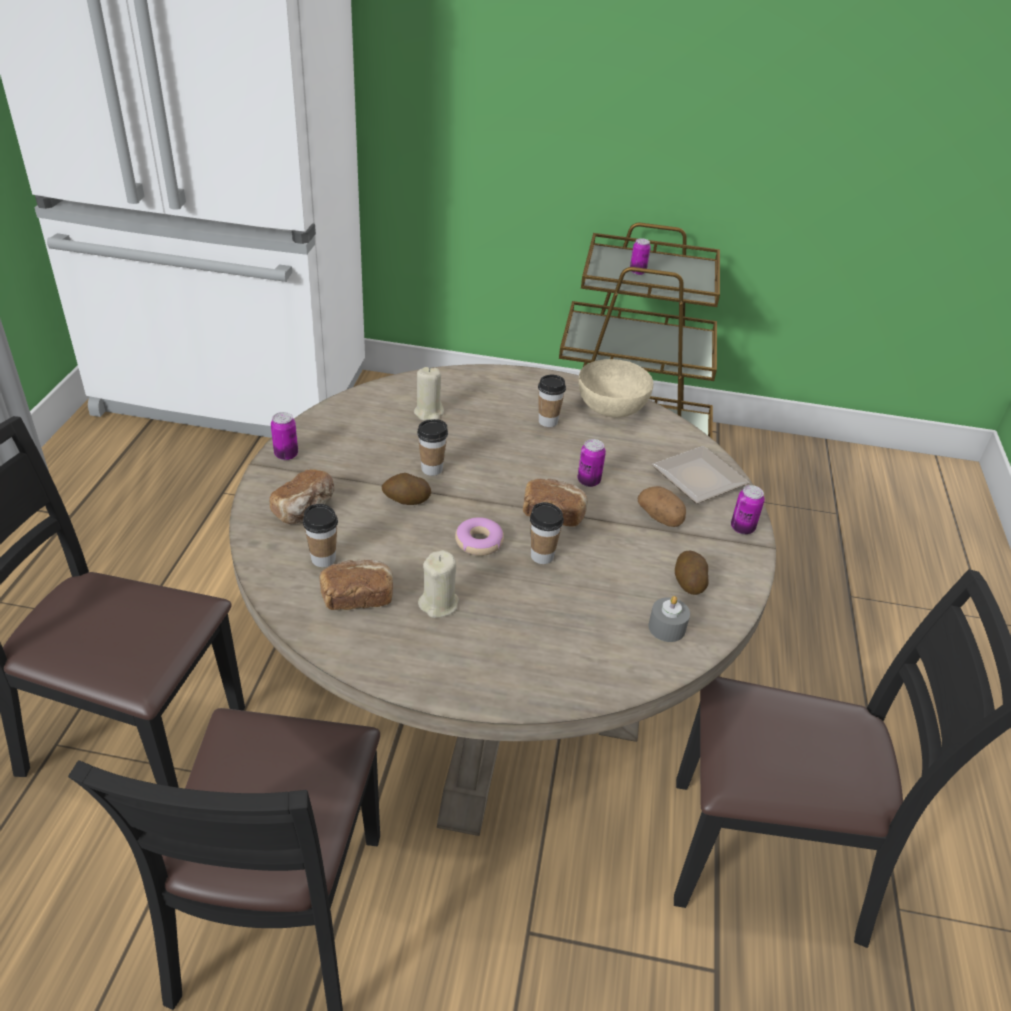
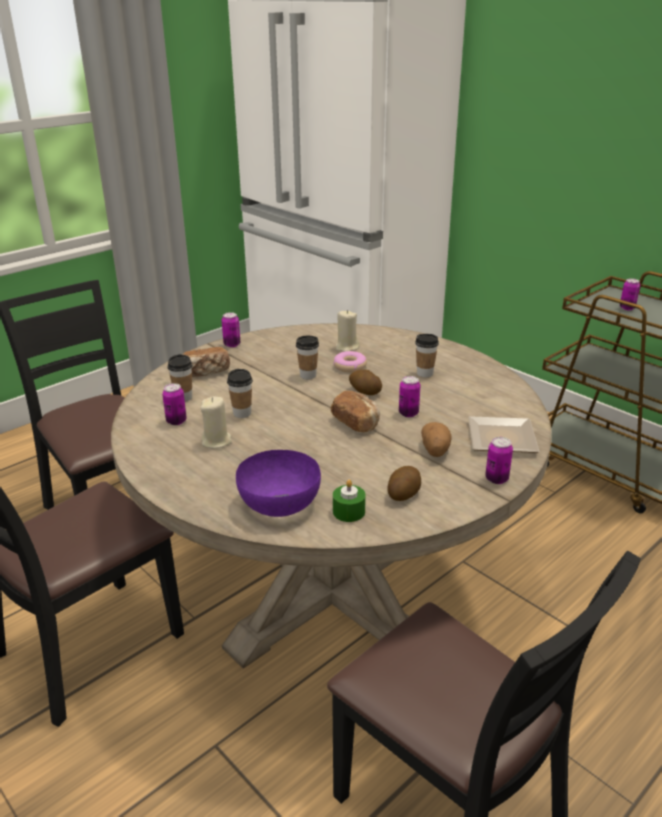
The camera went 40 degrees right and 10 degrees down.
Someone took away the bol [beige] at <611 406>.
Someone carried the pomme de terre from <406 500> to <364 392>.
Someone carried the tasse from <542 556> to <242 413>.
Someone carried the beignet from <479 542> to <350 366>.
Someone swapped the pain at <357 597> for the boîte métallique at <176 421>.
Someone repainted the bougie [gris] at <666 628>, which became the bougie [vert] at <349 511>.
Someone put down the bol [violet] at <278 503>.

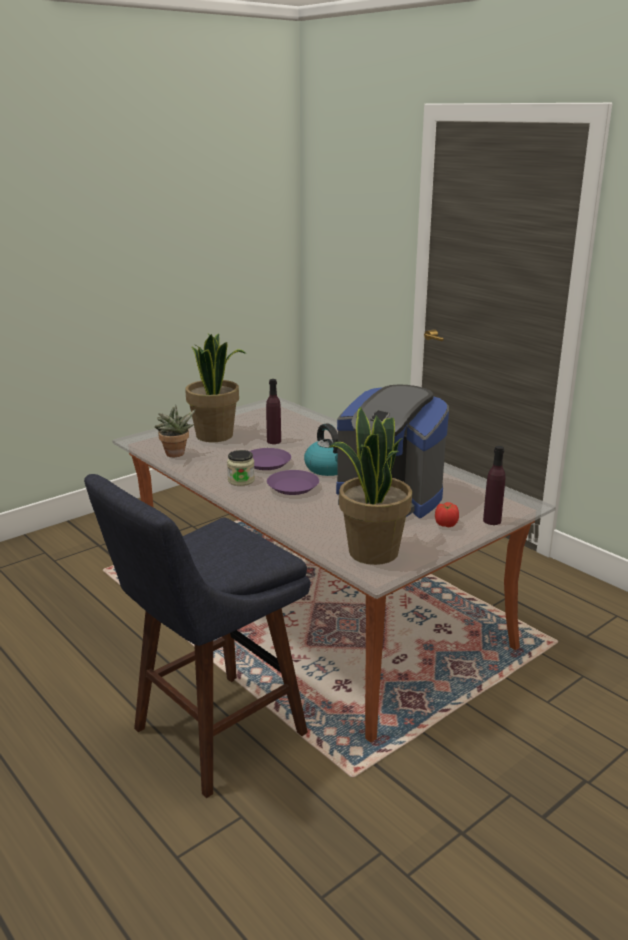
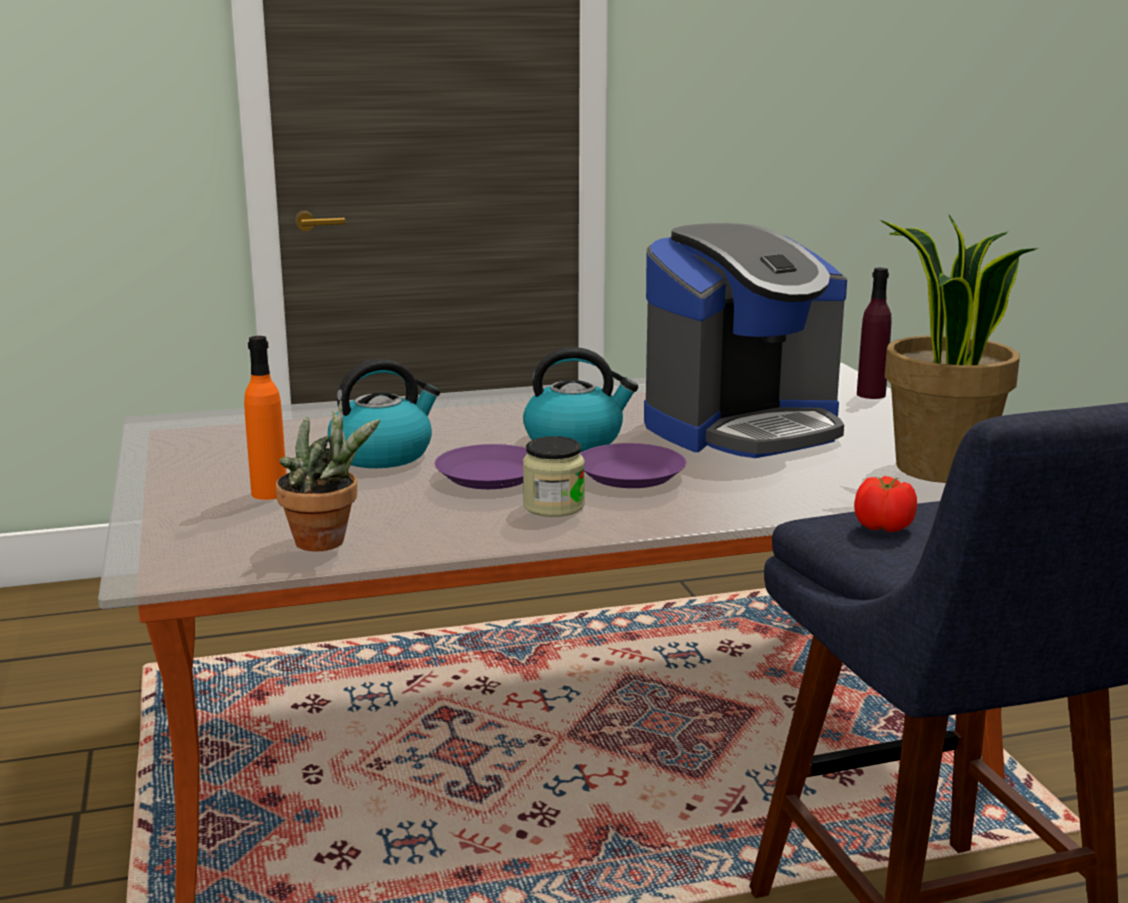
The camera went 65 degrees left and 5 degrees down.
Someone swapped the plante en pot at <215 435> for the bouteille [orange] at <269 493>.
Someone swapped the bouteille [violet] at <274 441> for the bouilloire at <383 454>.
Someone carried the tomate from <445 524> to <884 528>.

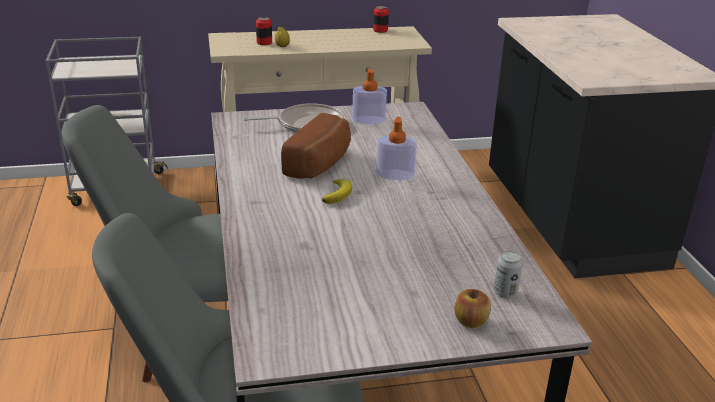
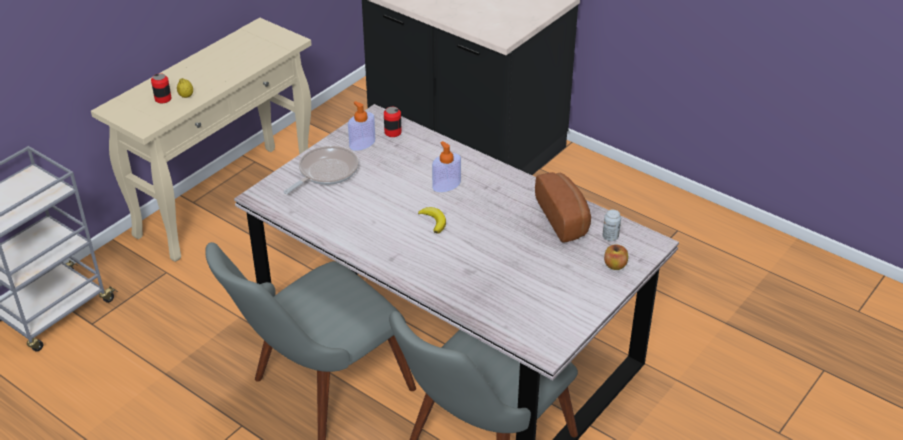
The camera went 40 degrees left and 10 degrees up.
Someone carried the boîte métallique from <380 30> to <393 132>.
Someone carried the pain from <321 164> to <565 218>.

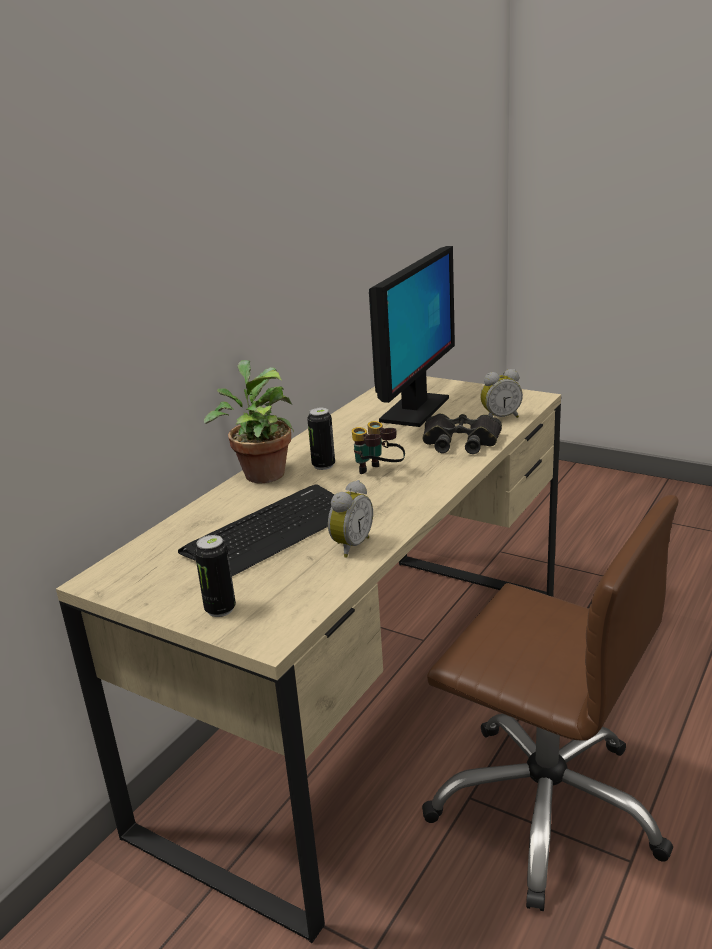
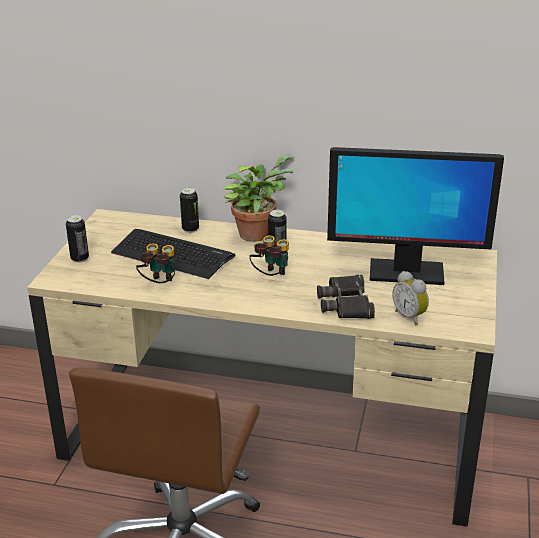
The camera went 70 degrees right and 5 degrees up.
Someone swapped the réveil at <350 546> for the jumelles at <159 285>.
Someone put down the boîte métallique at <190 229>.

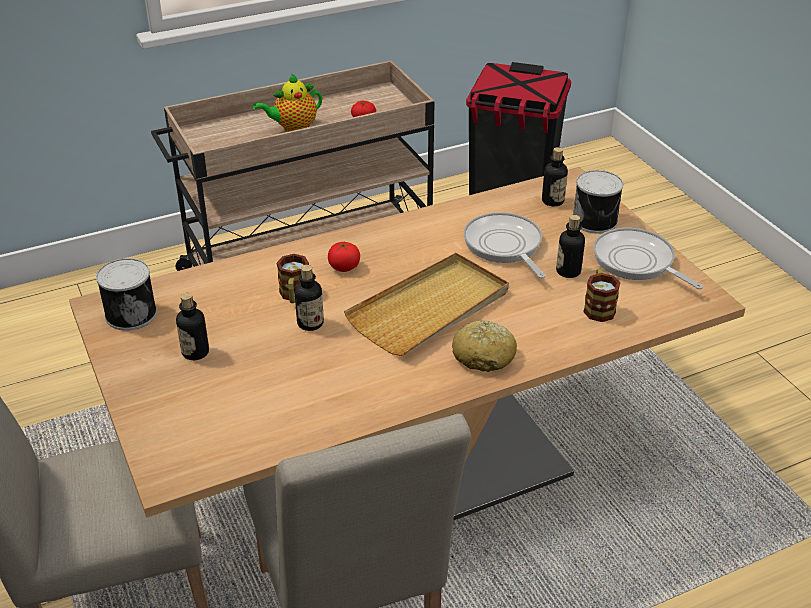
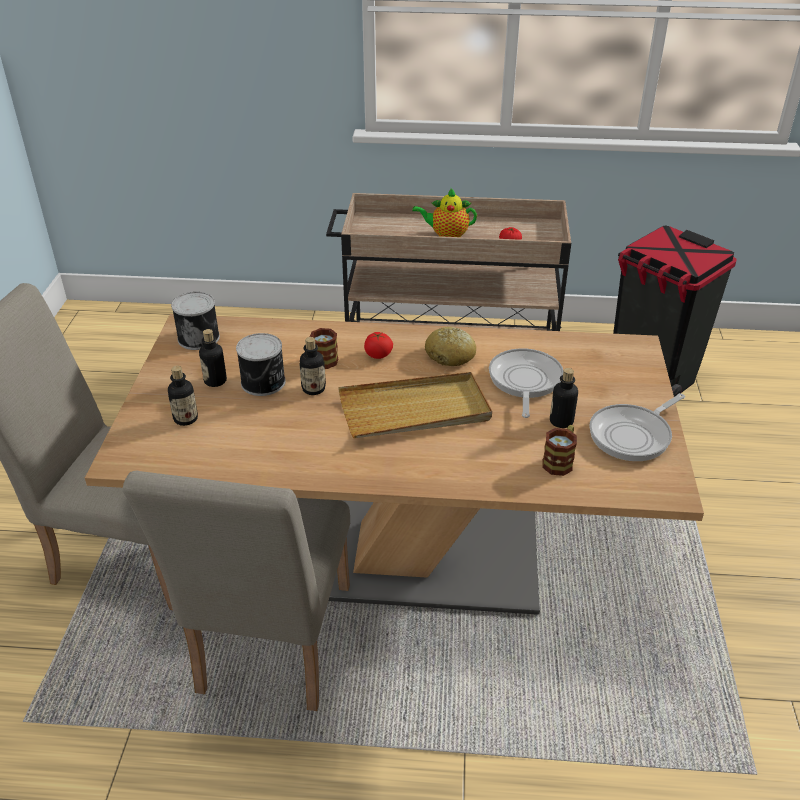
The camera went 30 degrees right and 0 degrees up.
Someone carried the bouteille from <552 201> to <186 419>.
Someone carried the boîte métallique from <596 221> to <264 383>.
Someone rotated the poêle at <637 262> by 120 degrees counterclockwise.
Someone carried the pain from <484 356> to <450 355>.

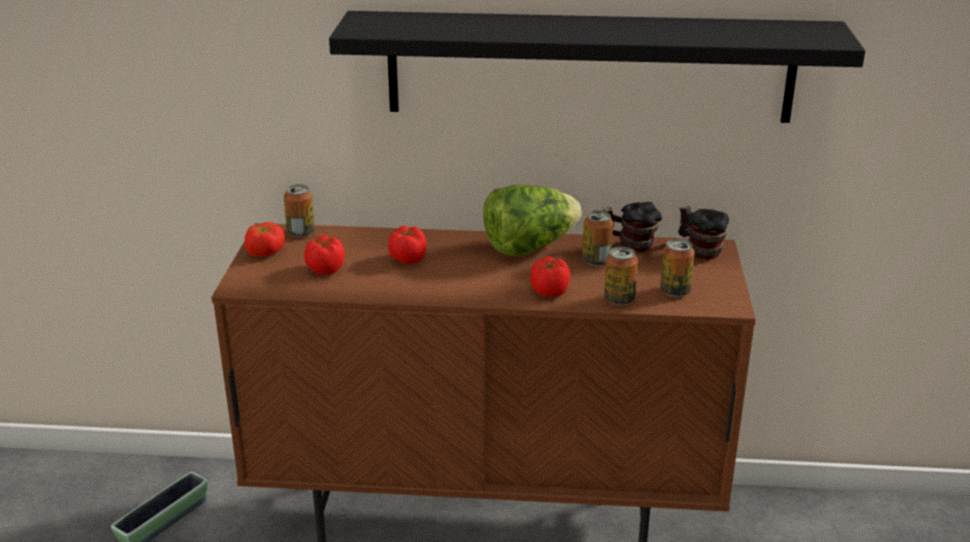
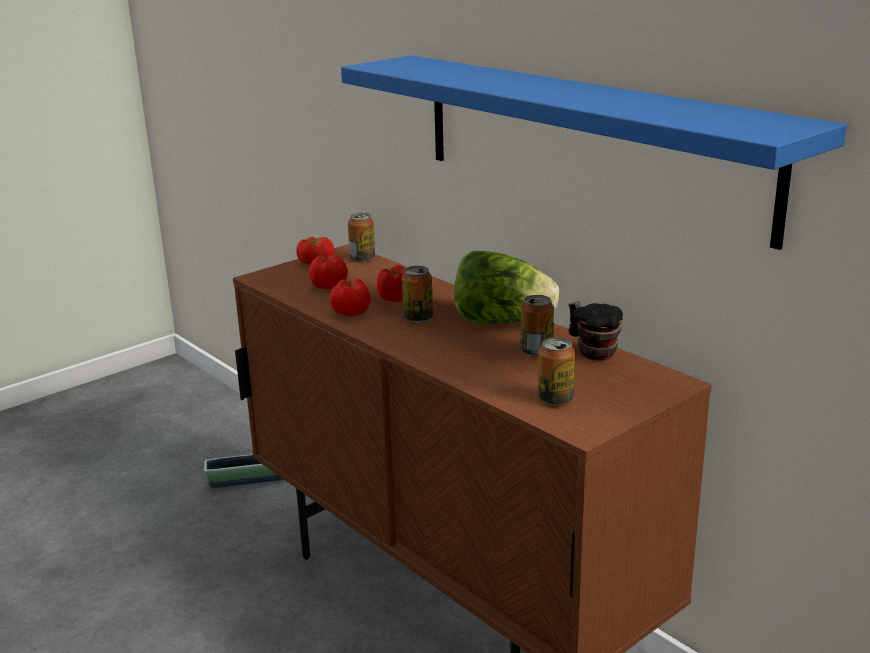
The camera went 45 degrees right and 5 degrees down.
Someone repainted the étagère [noir] at <589 66>, which became the étagère [bleu] at <585 141>.
Someone took away the mug at <699 250>.
Someone carried the boîte métallique from <619 300> to <418 318>.
Someone carried the tomate from <549 292> to <350 312>.

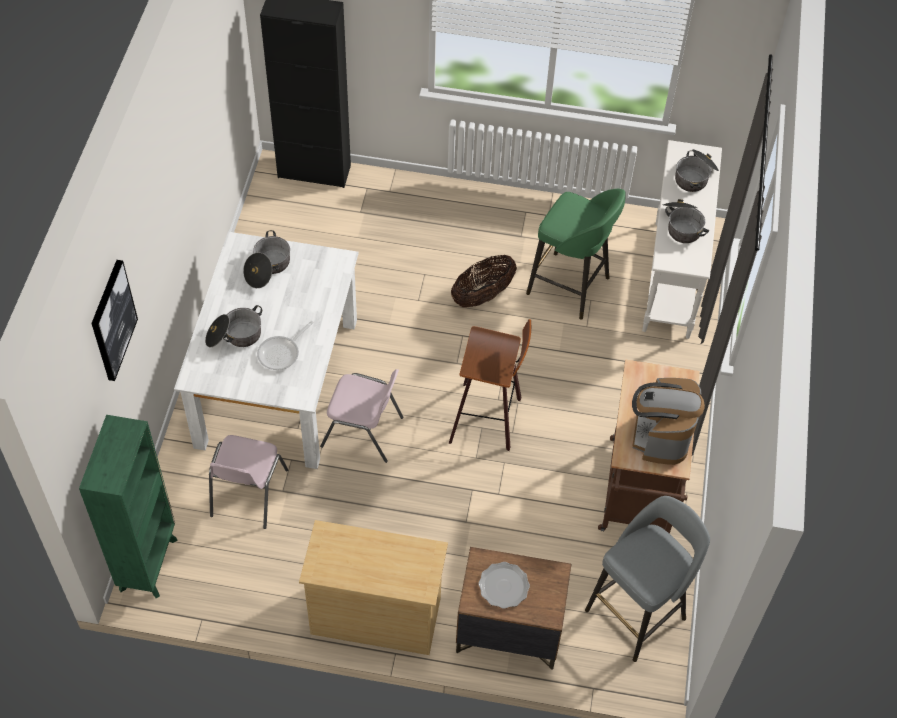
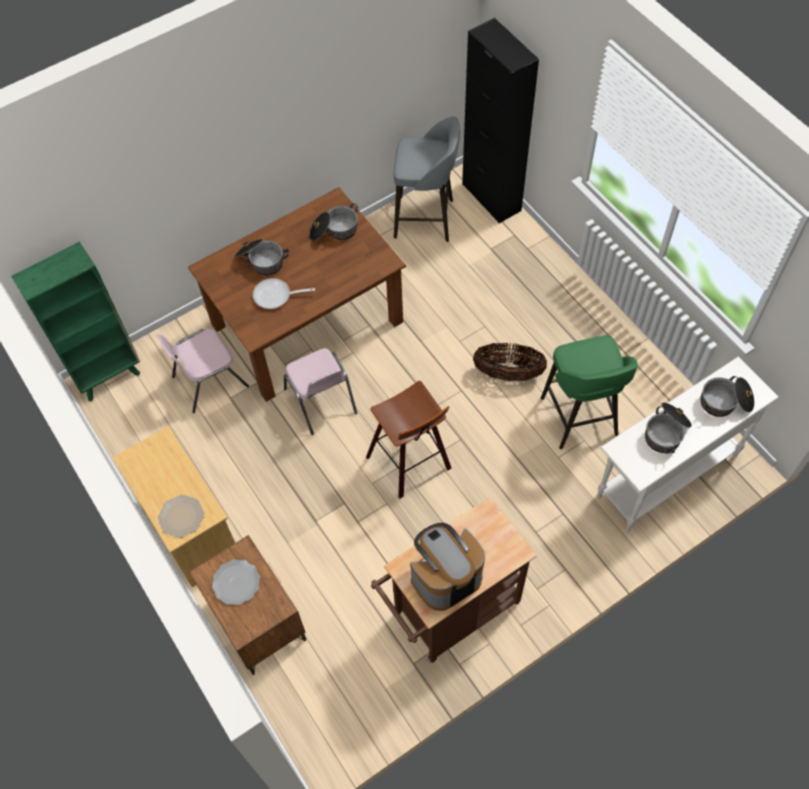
The camera went 50 degrees right and 5 degrees up.
Someone repainted the table à manger [blanc] at <277 381>, which became the table à manger [marron] at <307 322>.
Someone took away the tableau at <112 320>.
Someone carried the tabouret [gris] from <638 613> to <426 219>.
Someone put down the assiette at <181 517>.

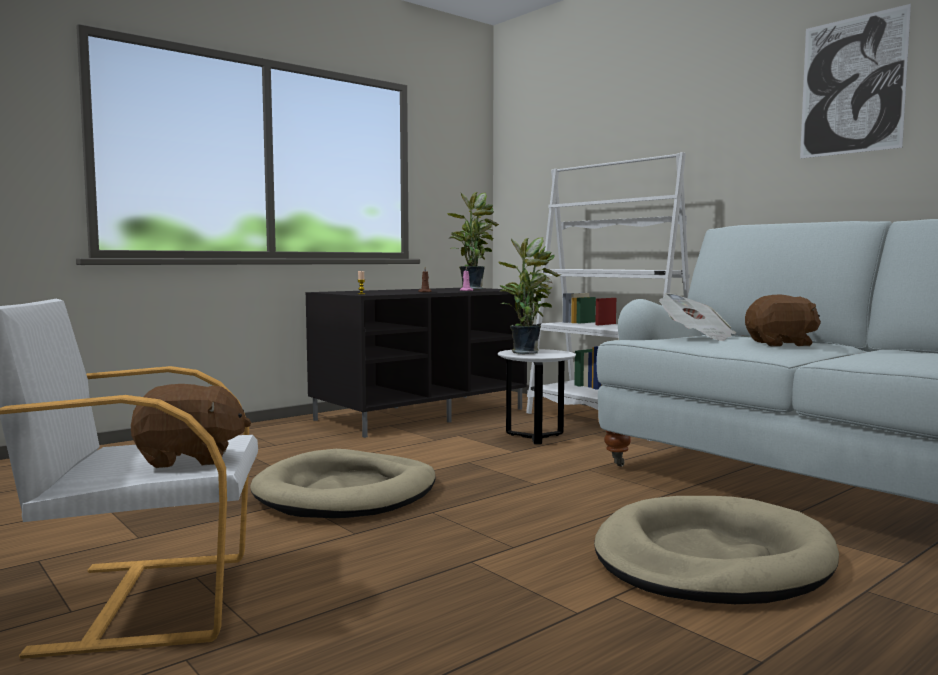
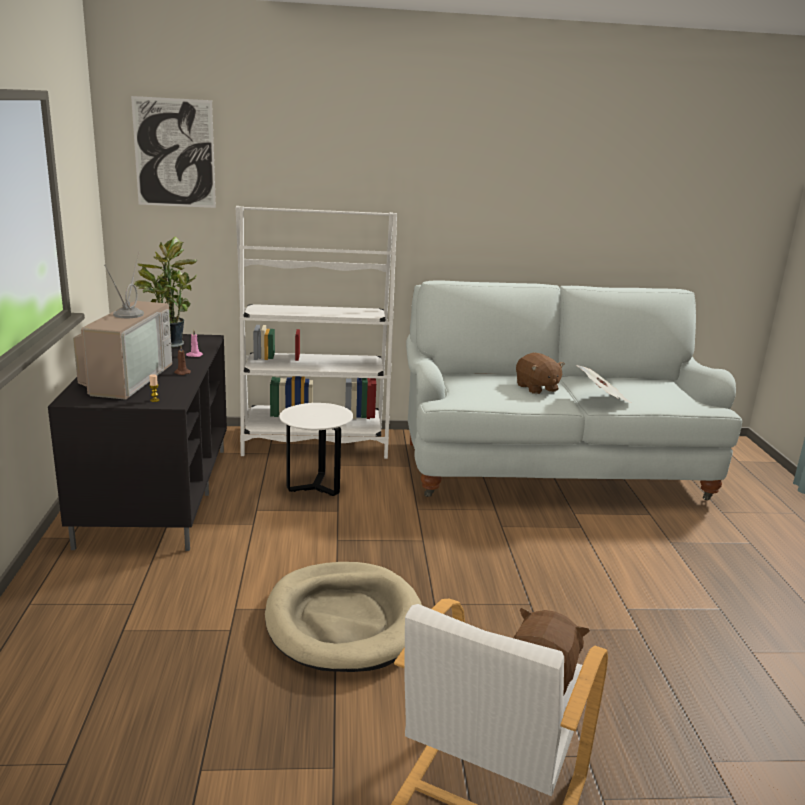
The camera went 55 degrees left and 15 degrees up.
Someone carried the tableau from <852 85> to <174 153>.
Someone took away the plante en pot at <526 352>.
Someone carried the journal from <697 337> to <602 398>.
Someone rotated the peluche [marron] at <781 344> by 120 degrees clockwise.
Someone took away the panier pour chien [beige] at <711 559>.
Someone put down the téléviseur at <126 378>.

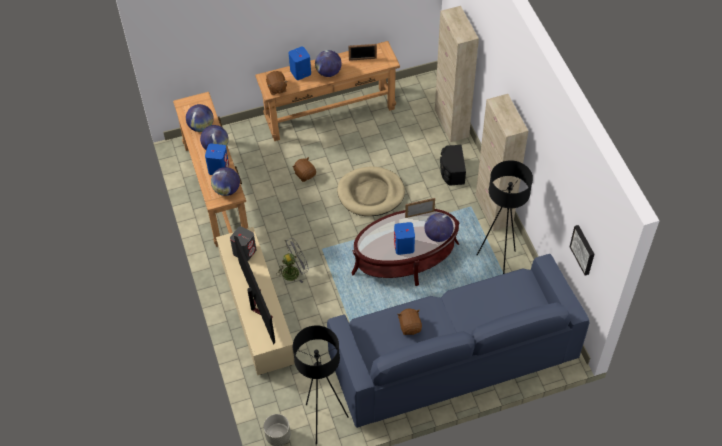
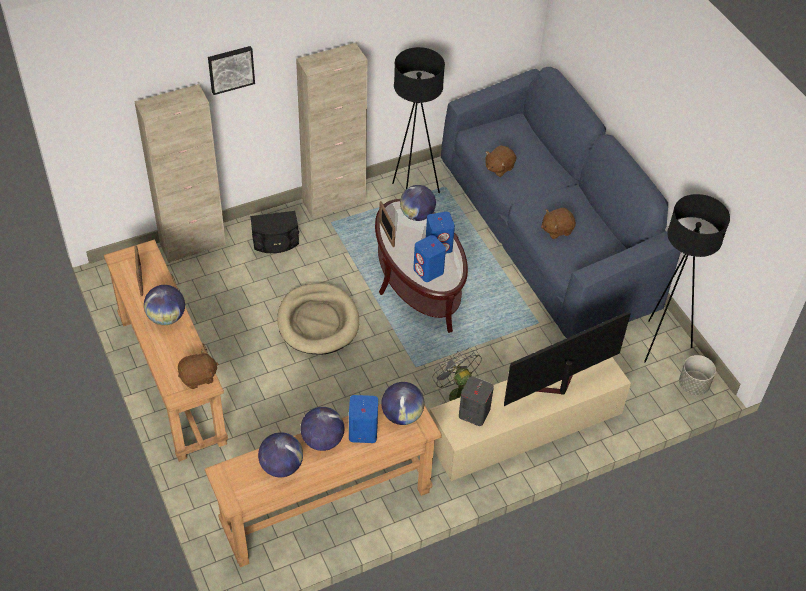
The camera went 100 degrees left and 5 degrees down.
Someone carried the enceinte [bleu] from <300 72> to <428 271>.
Someone carried the peluche [marron] from <305 174> to <499 168>.
Someone carried the tableau from <583 249> to <230 69>.

